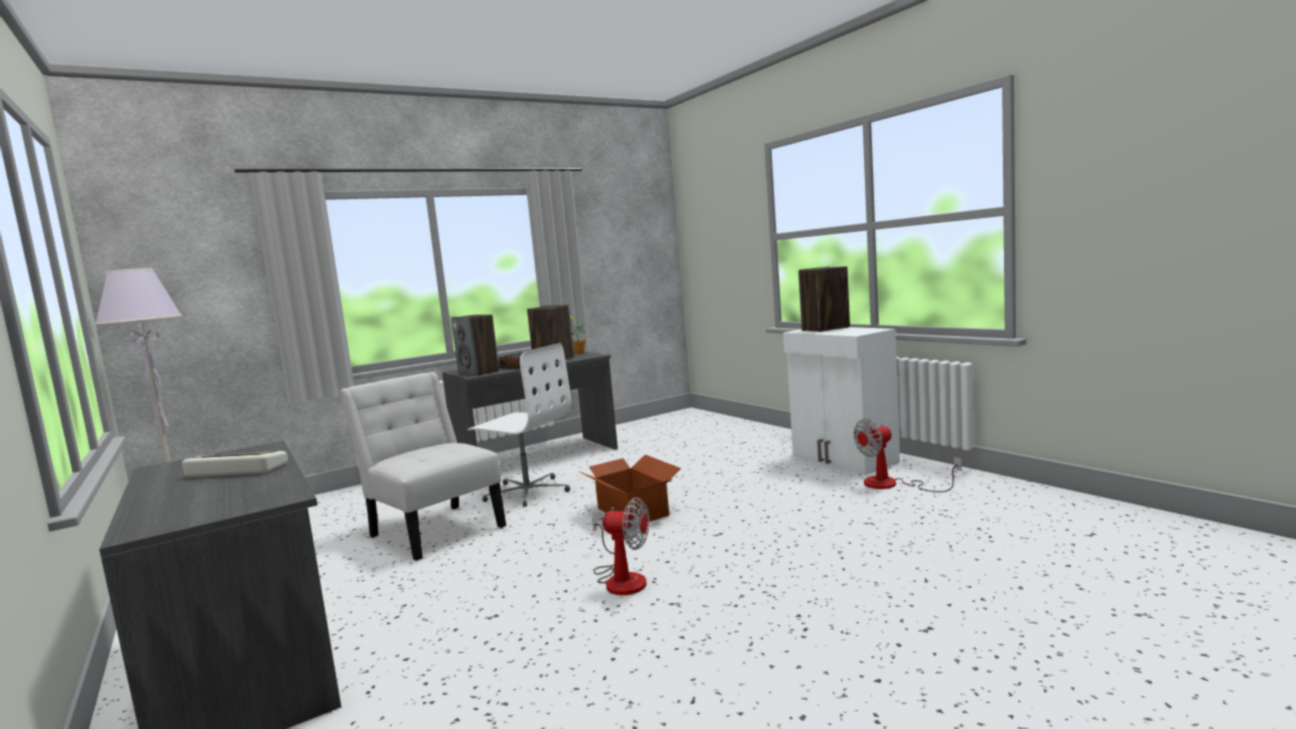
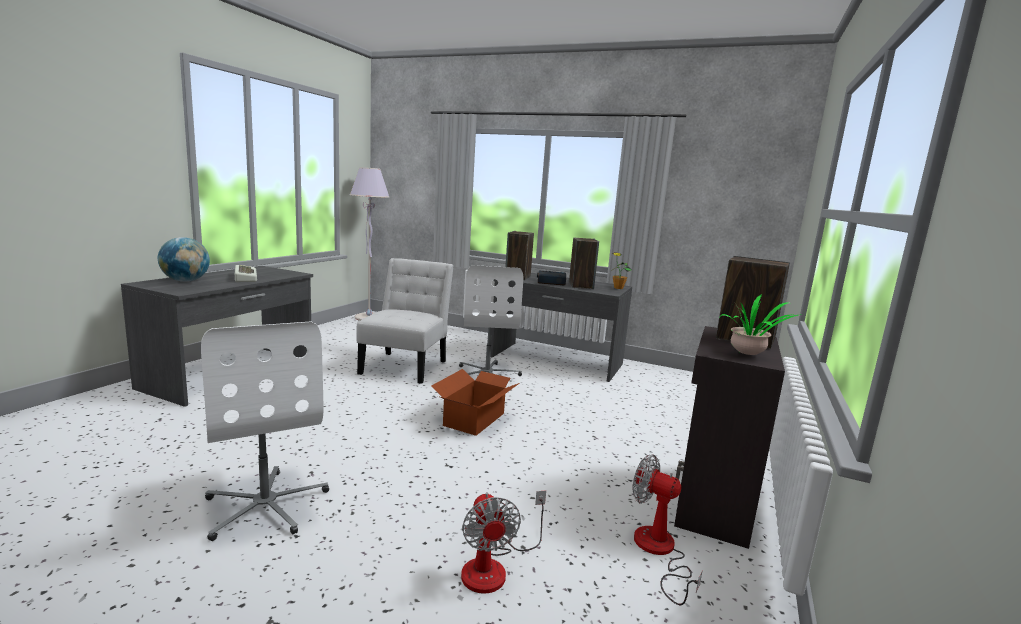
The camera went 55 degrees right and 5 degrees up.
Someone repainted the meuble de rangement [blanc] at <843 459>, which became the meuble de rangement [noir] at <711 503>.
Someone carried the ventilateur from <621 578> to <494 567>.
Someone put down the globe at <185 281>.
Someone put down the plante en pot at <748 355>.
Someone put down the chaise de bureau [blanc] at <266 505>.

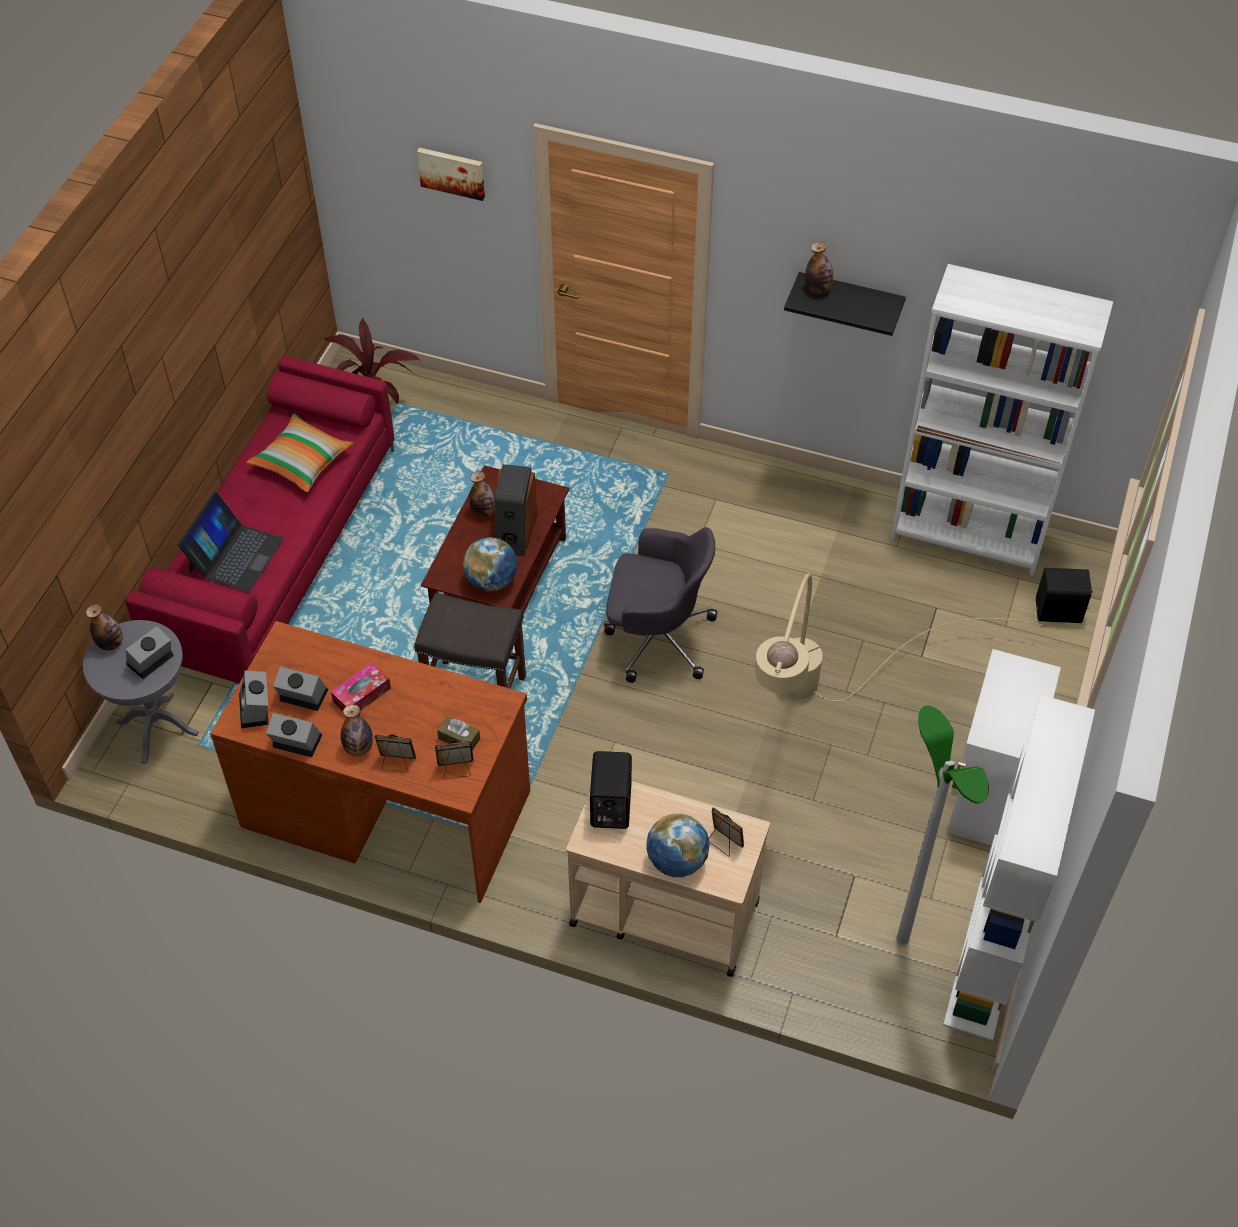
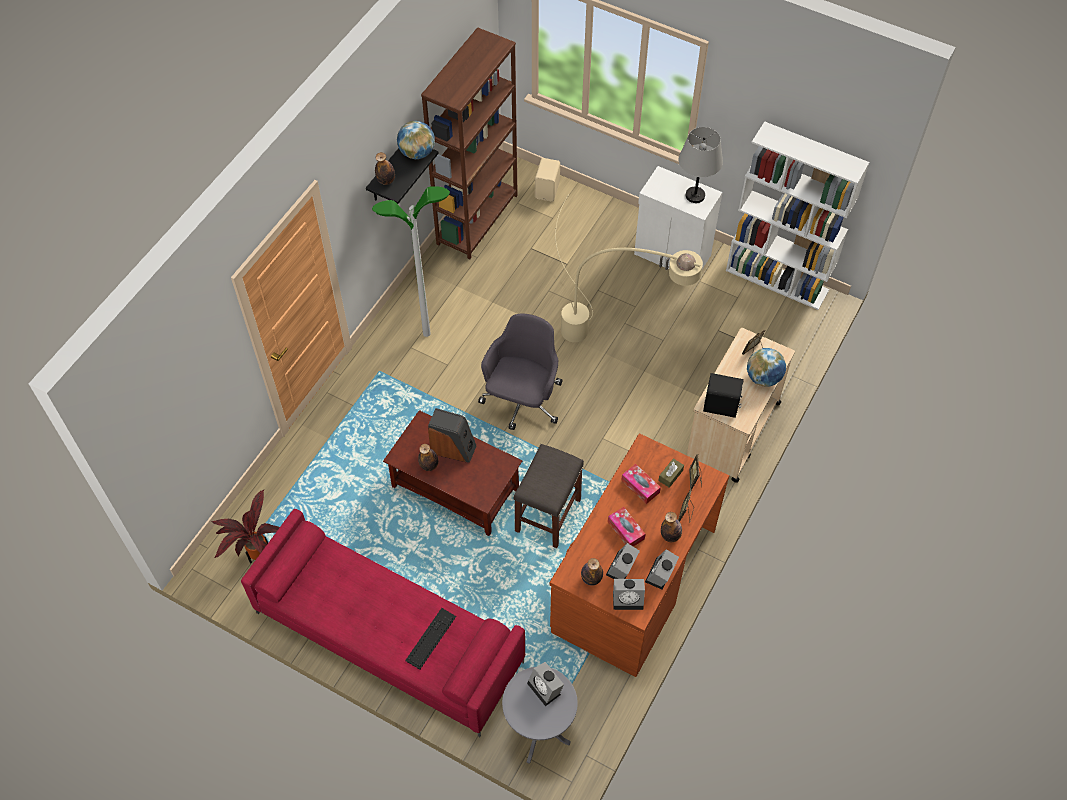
The camera went 80 degrees left and 5 degrees up.
Someone took away the tableau at <452 172>.
Someone repainted the bibliothèque [blanc] at <968 535>, which became the bibliothèque [marron] at <477 219>.
Someone took away the coussin at <302 462>.
Someone swapped the ordinateur portable at <235 555> for the clavier at <431 638>.
Someone carried the globe from <492 581> to <417 153>.
Someone repainted the enceinte [noir] at <1059 612>, which became the enceinte [beige] at <548 190>.
Someone carried the bouteille from <111 643> to <591 578>.
Someone carried the lampadaire from <903 939> to <426 333>.
Someone put down the lampe de table [gris] at <695 196>.
Someone put down the boîte à mouchoirs at <640 486>.

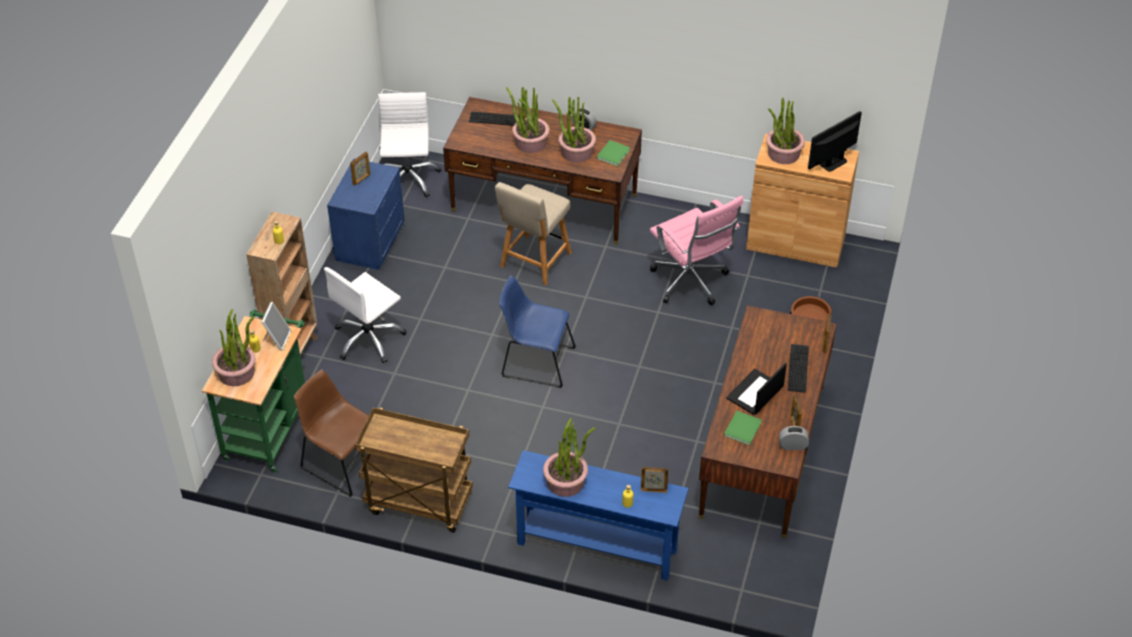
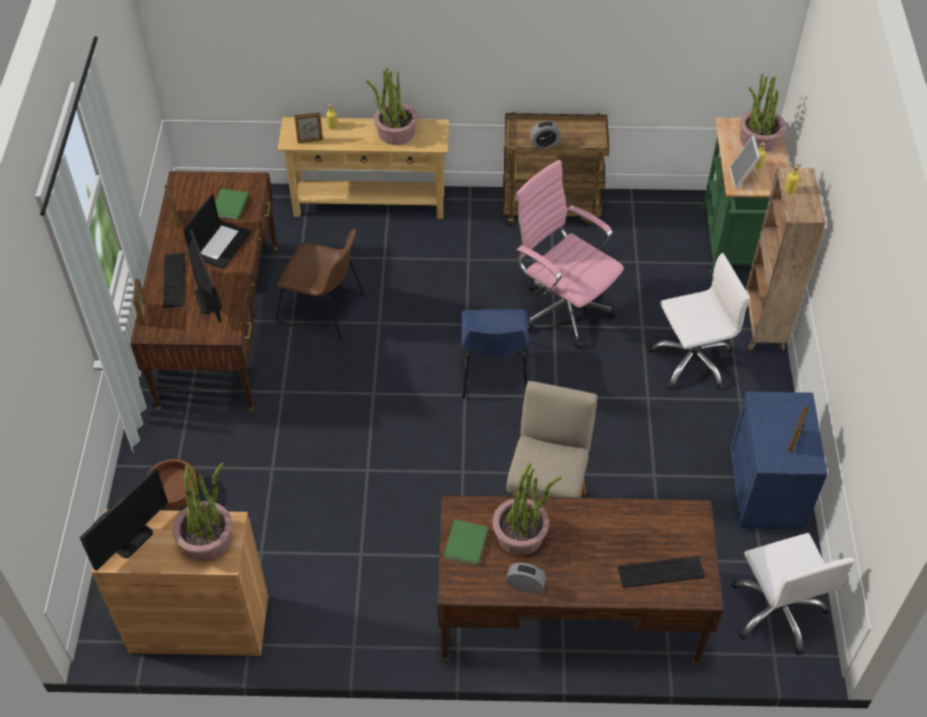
The camera went 165 degrees right and 5 degrees up.
Someone took away the plante en pot at <530 142>.
Someone carried the chaise de bureau [rose] from <691 283> to <562 310>.
Someone rotated the chaise de bureau [blanc] at <369 339> by 45 degrees clockwise.
Someone rotated the chaise [bleu] at <535 361> by 90 degrees clockwise.
Someone carried the chaise [marron] from <341 461> to <324 310>.
Someone carried the réveil from <792 446> to <544 143>.
Someone repainted the table console [bleu] at <596 547>, which became the table console [beige] at <369 204>.
Someone put down the écran d'ordinateur at <208 299>.

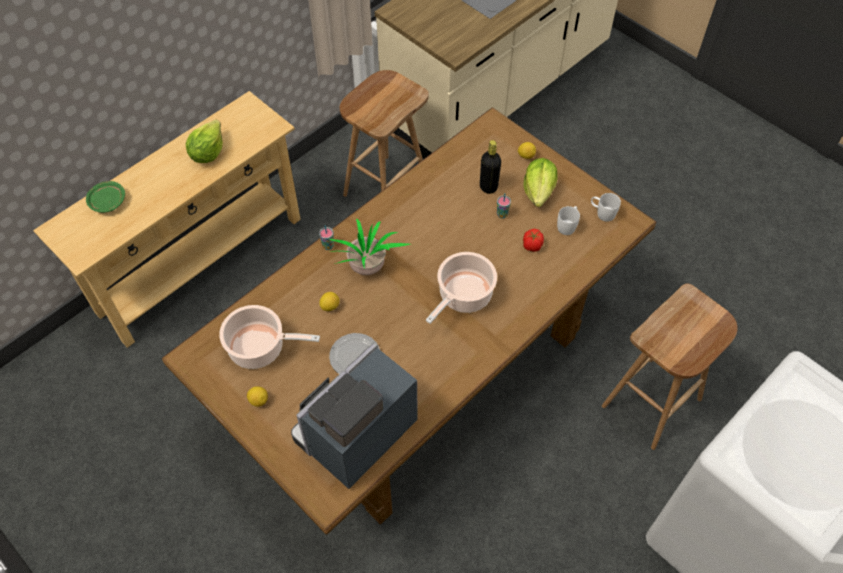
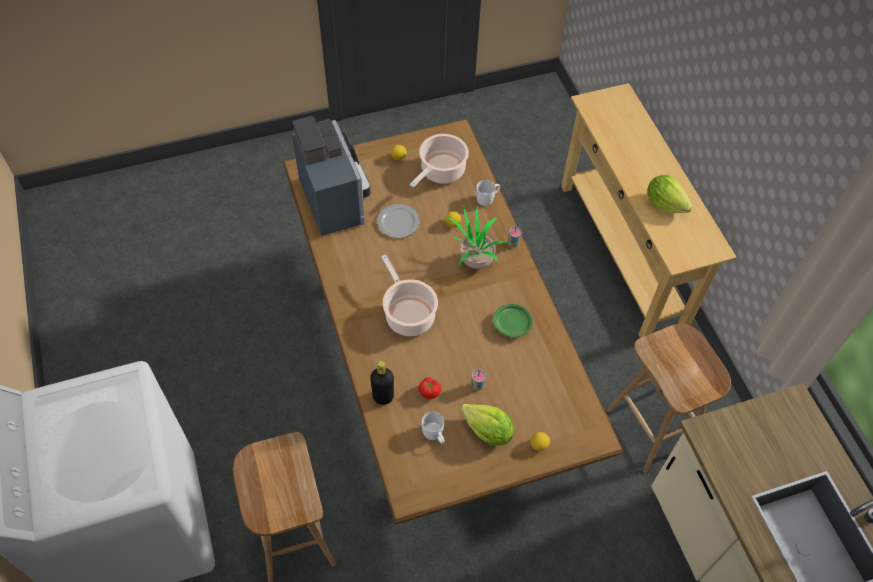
The camera went 115 degrees right and 0 degrees up.
Someone carried the bouteille [noir] from <488 187> to <383 397>.
Someone carried the assiette [vert] from <107 201> to <512 324>.
Someone carried the mug [blanc] from <602 213> to <488 198>.

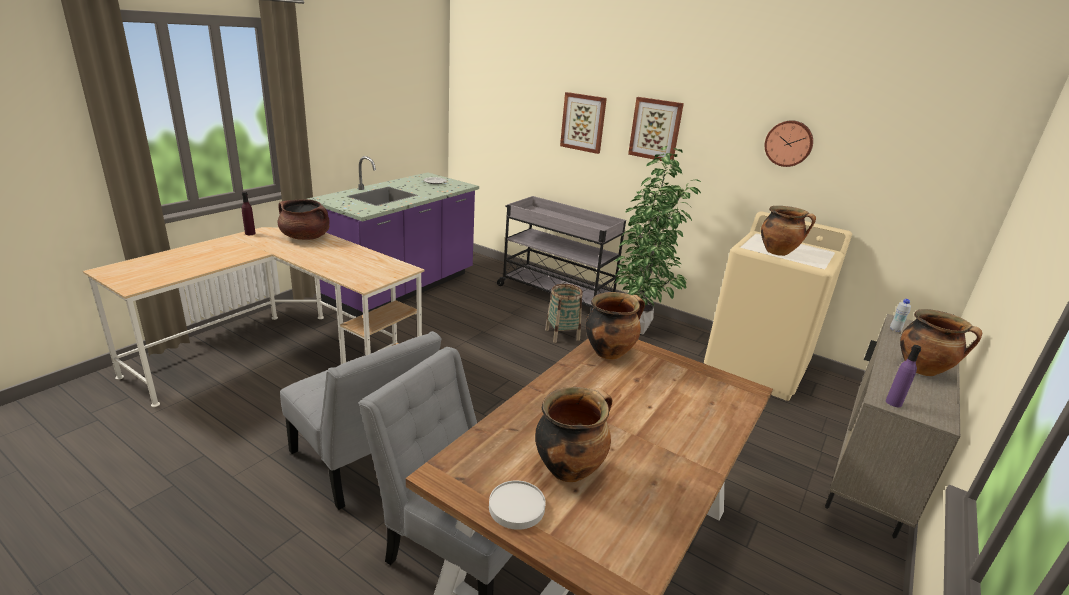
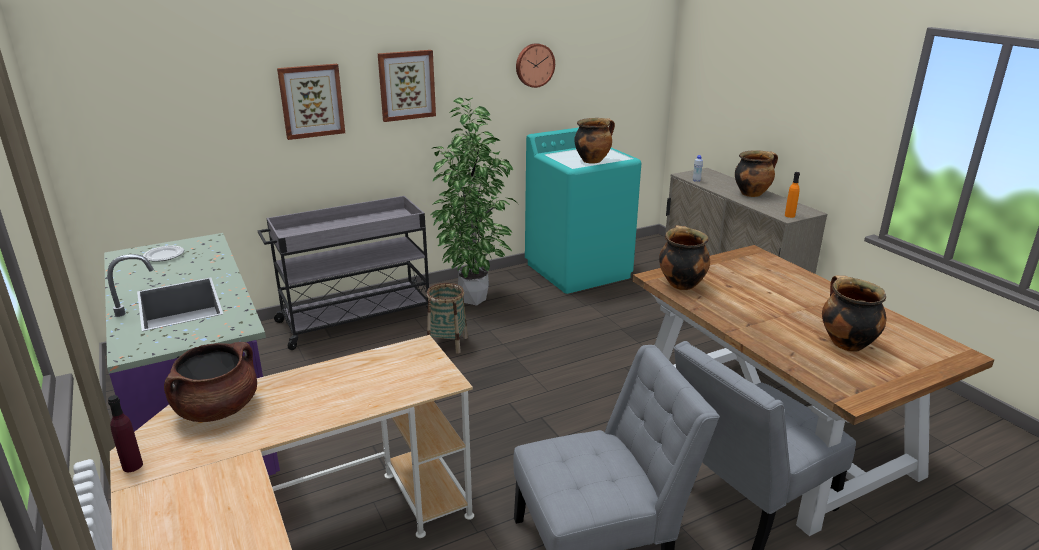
The camera went 60 degrees left and 0 degrees up.
Someone repainted the lave-linge [beige] at <757 367>, which became the lave-linge [turquoise] at <578 270>.
Someone repainted the bouteille [violet] at <893 403>, which became the bouteille [orange] at <789 215>.
Someone took away the assiette [blanc] at <516 507>.

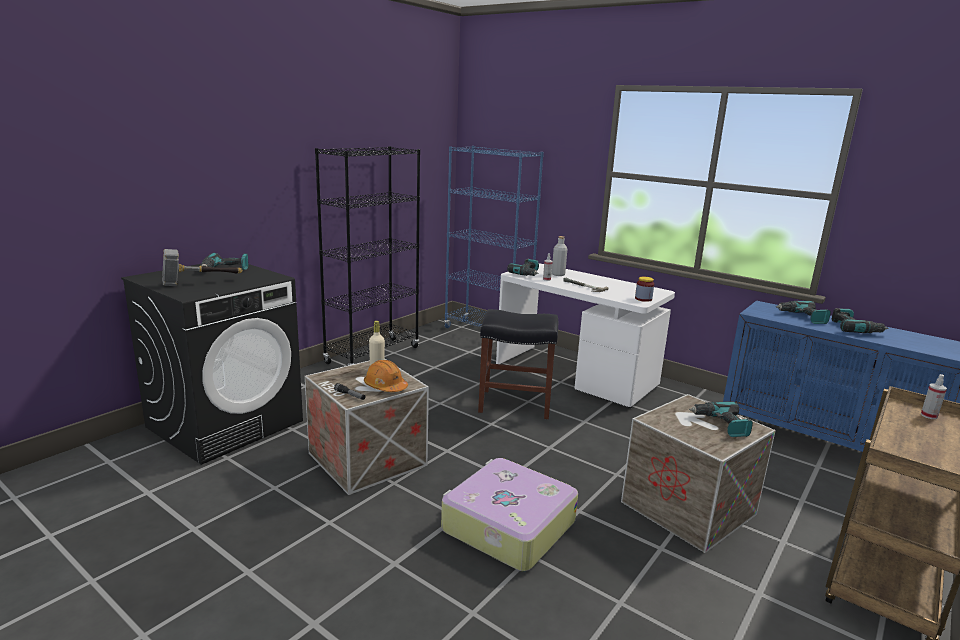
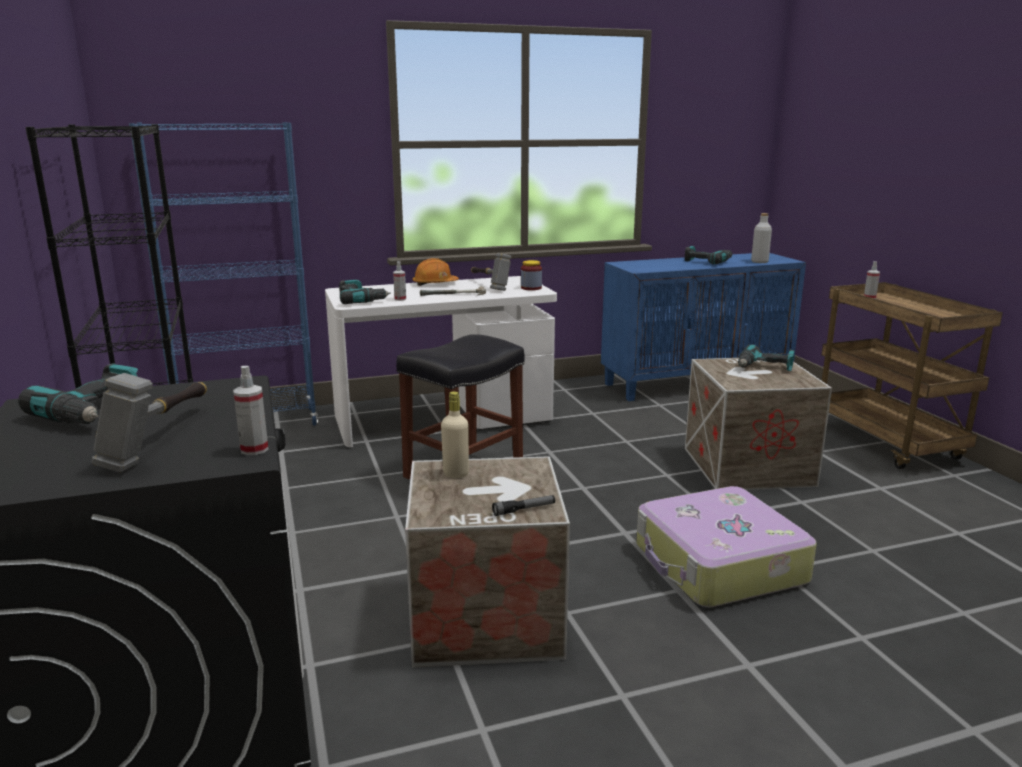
The camera went 55 degrees left and 0 degrees up.
Someone carried the bouteille [gris] from <558 274> to <759 262>.
Someone took away the perceuse at <802 317>.
Someone carried the casque de chantier [orange] from <385 386> to <434 284>.
Someone put down the marteau at <489 286>.
Someone put down the vaporisateur at <254 449>.

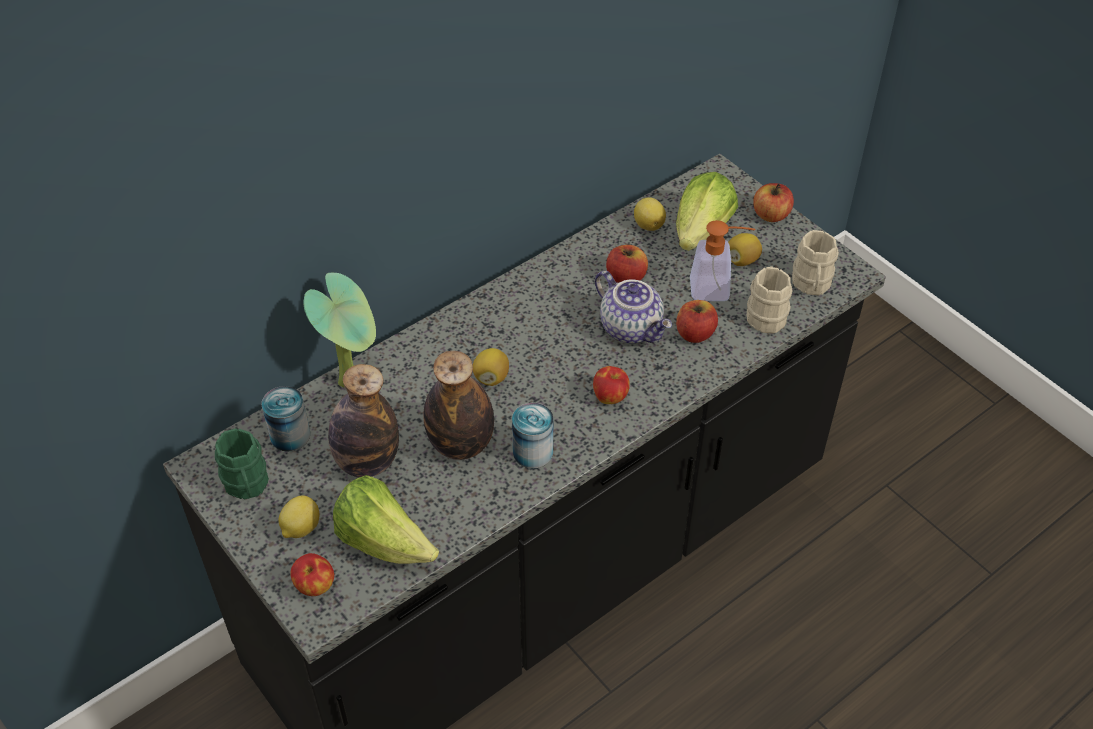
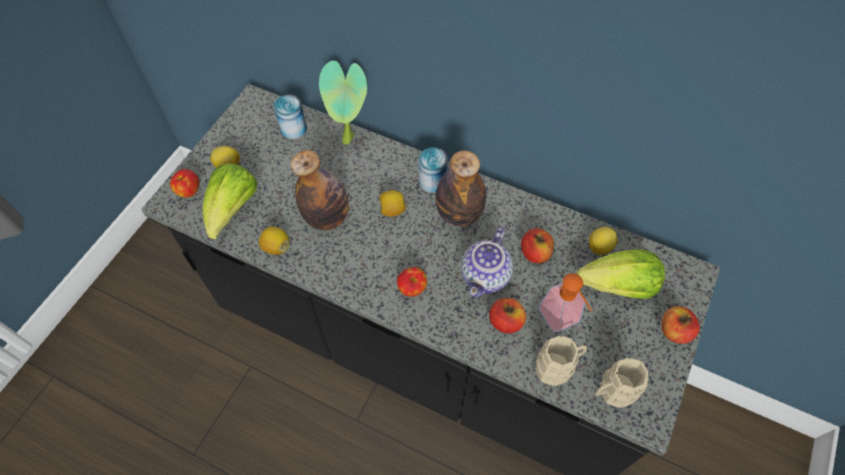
The camera went 65 degrees right and 10 degrees up.
Someone carried the citron from <742 260> to <276 247>.
Someone carried the bouteille from <367 462> to <459 214>.
Someone carried the boîte métallique from <533 452> to <432 181>.
Someone took away the mug [vert] at <247 486>.

